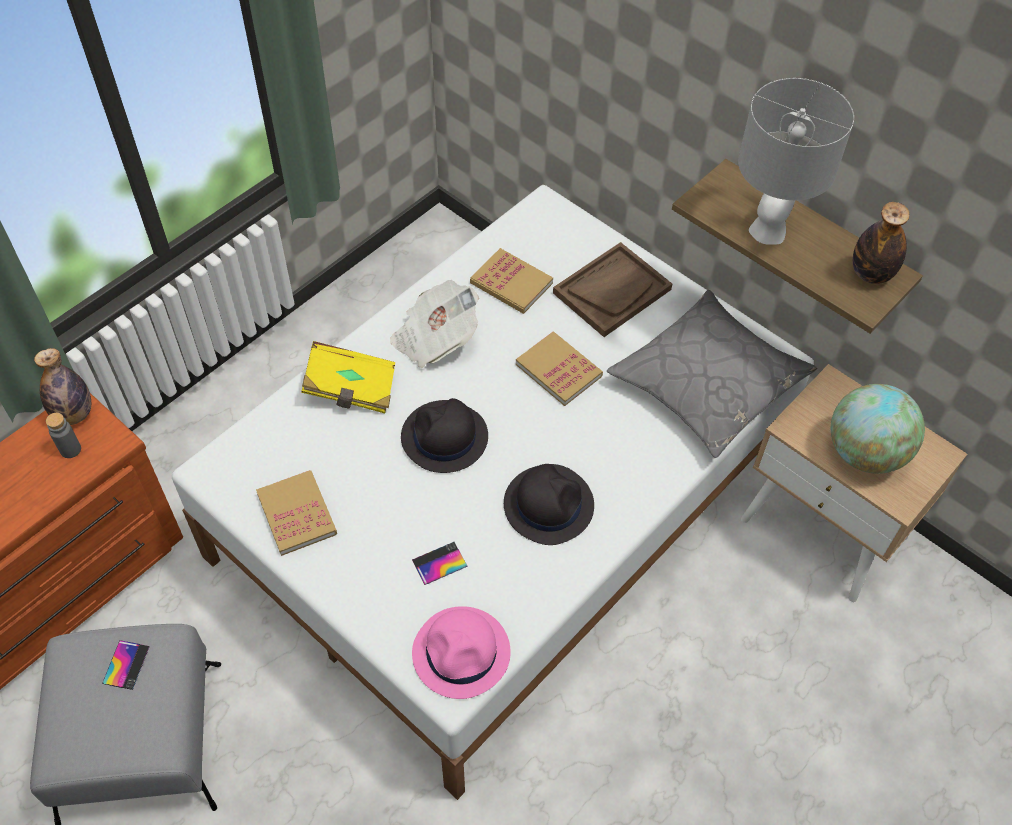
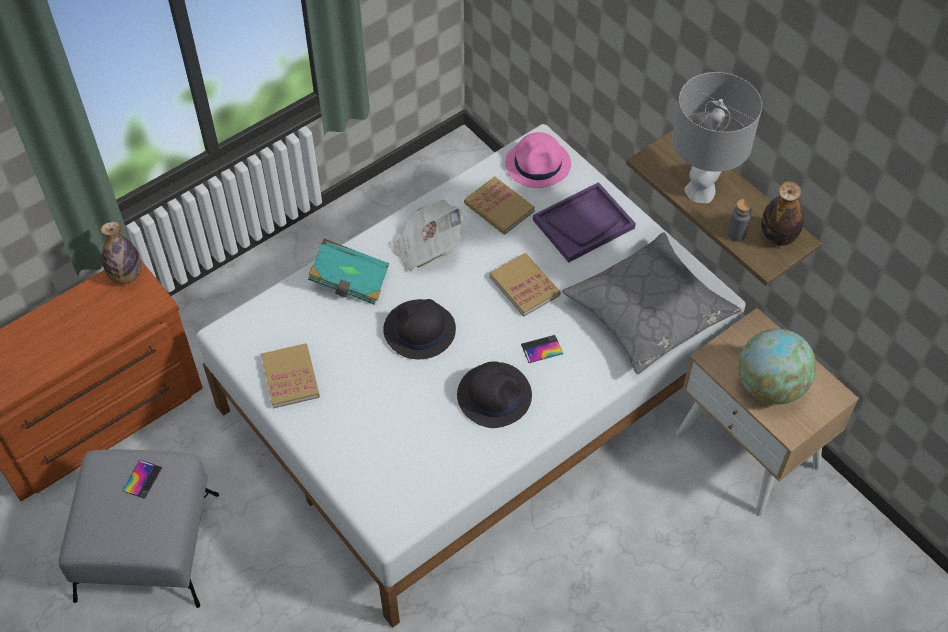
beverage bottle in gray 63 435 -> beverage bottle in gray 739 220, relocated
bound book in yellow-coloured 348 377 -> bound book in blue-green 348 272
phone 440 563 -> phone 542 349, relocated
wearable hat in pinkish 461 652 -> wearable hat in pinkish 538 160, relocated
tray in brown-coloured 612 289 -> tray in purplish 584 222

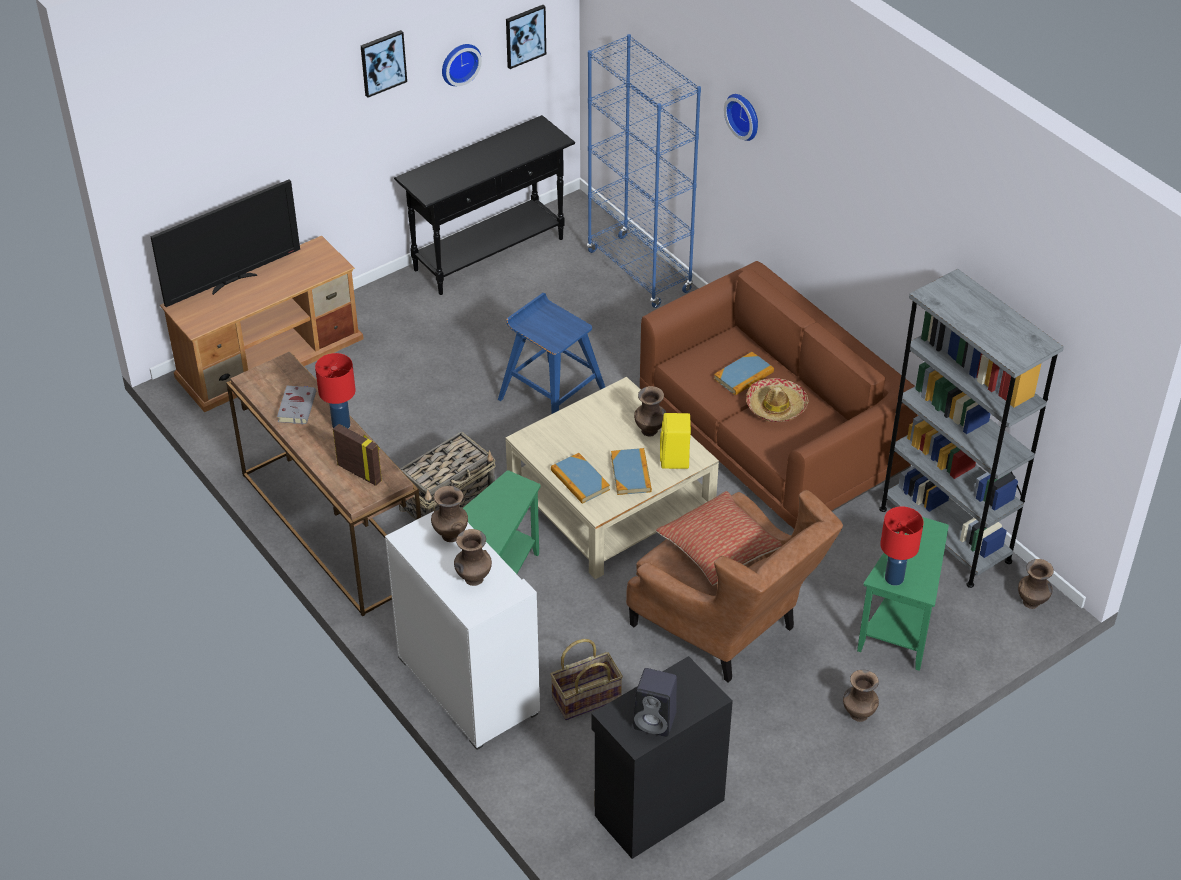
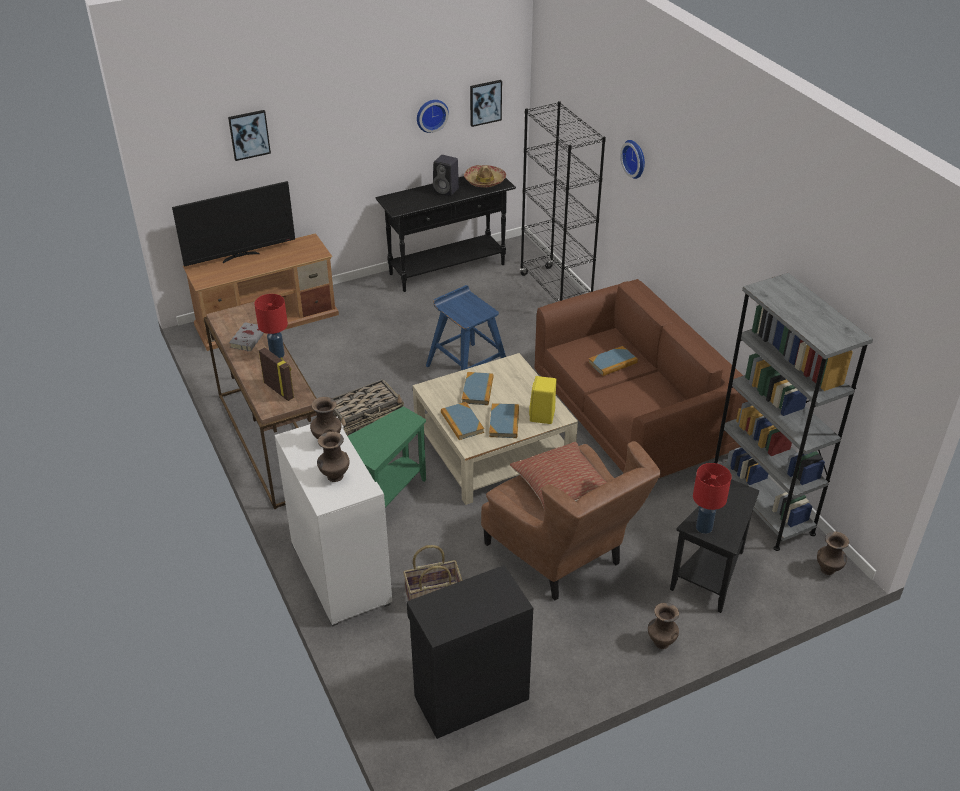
picture 384 64 -> picture 249 135, relocated
shelving unit in blue-coloured 644 171 -> shelving unit in black 563 201
speaker in black 655 702 -> speaker in black 446 175, relocated
vase in brown-coloured 650 411 -> none
wearable hat 777 400 -> wearable hat 485 176, relocated
end table in green 903 594 -> end table in black 714 546
none -> bound book 478 388

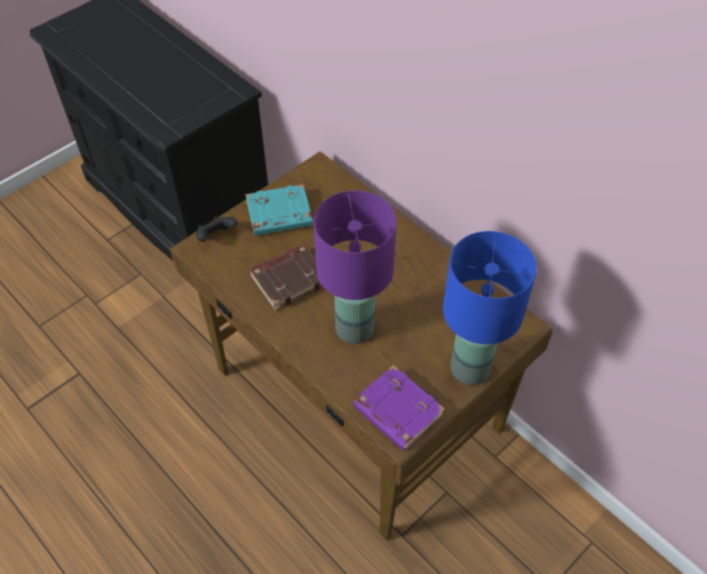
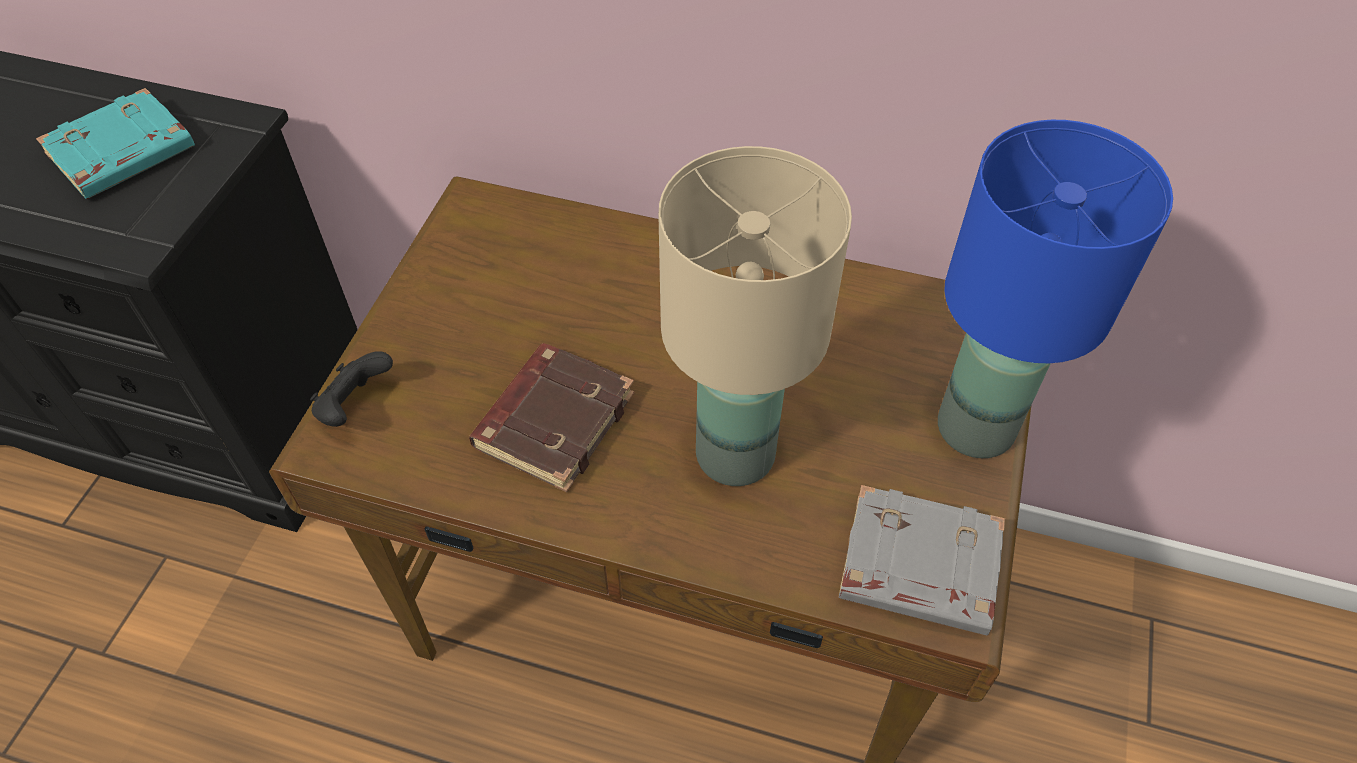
bound book in blue-green 279 210 -> bound book in blue-green 115 143, relocated
tabletop lamp in purplish 355 267 -> tabletop lamp in beige 755 316
bound book in purplish 399 408 -> bound book in gray 922 560

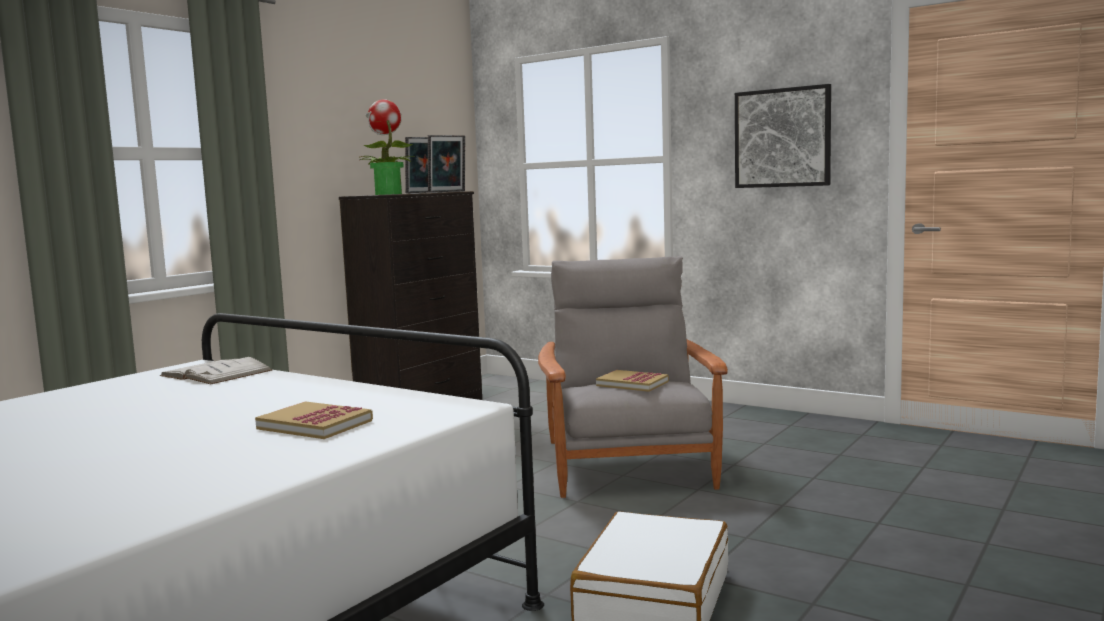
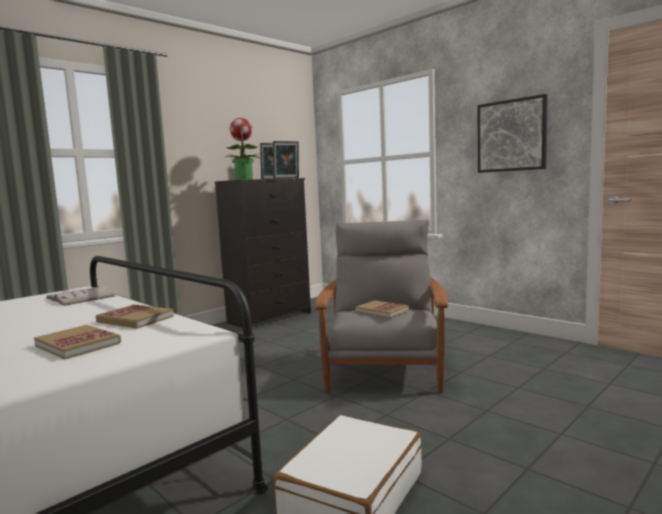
none -> bound book 135 316

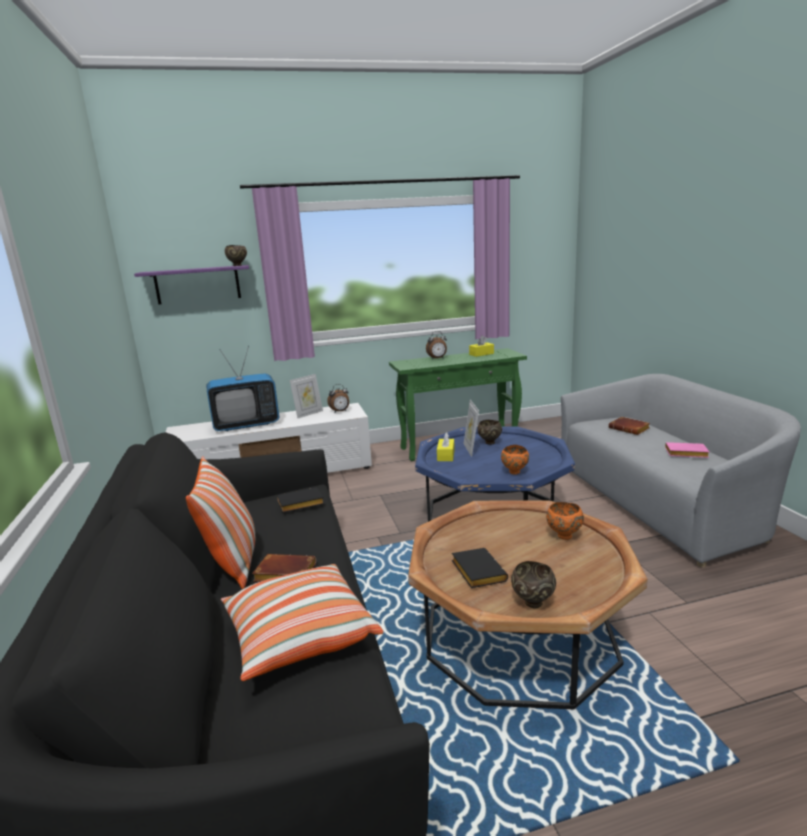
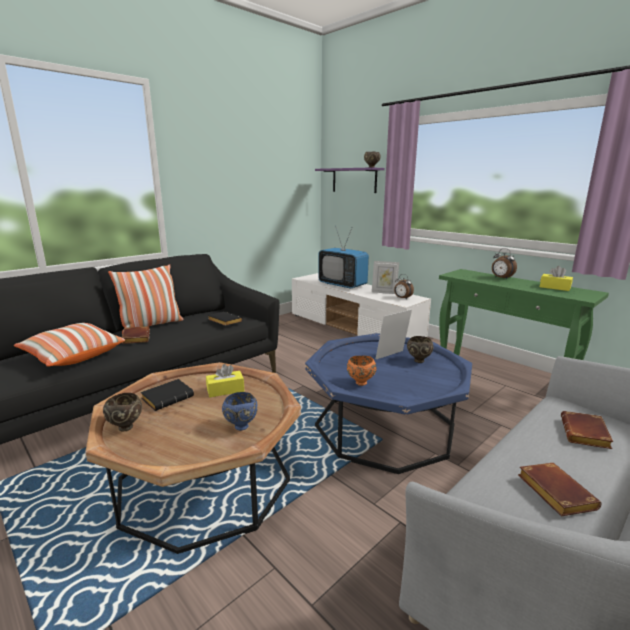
box of tissues in yellow-coloured 446 446 -> box of tissues in yellow-coloured 225 380, relocated
deep dish in orange 565 521 -> deep dish in blue-coloured 240 411
bound book in pinkish 687 450 -> bound book in brown-coloured 560 490

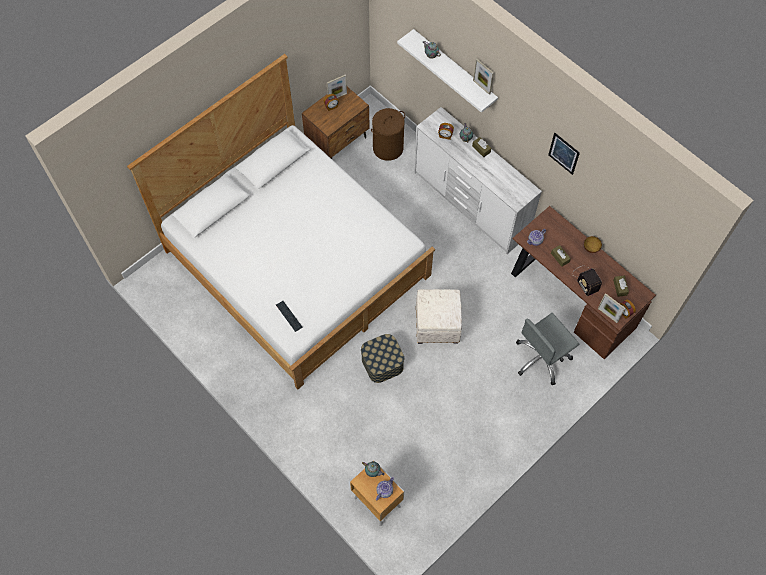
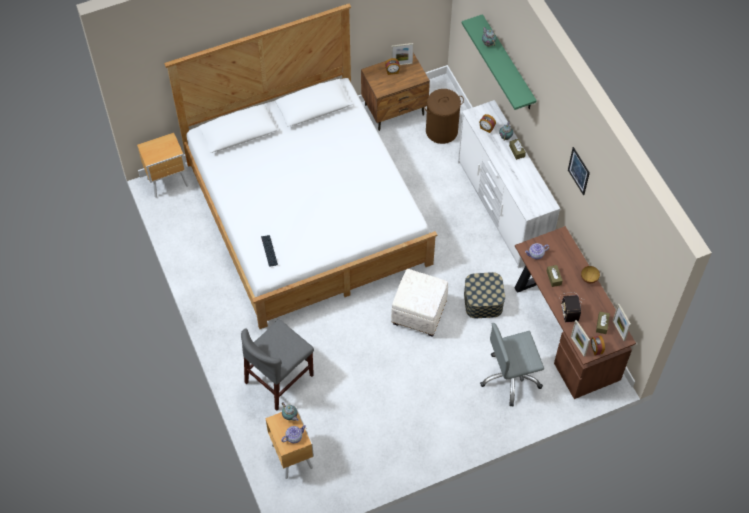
storage bin 382 358 -> storage bin 484 295, relocated
shelf in whitish 447 71 -> shelf in green 499 62
standing frame 483 77 -> standing frame 622 322, relocated
none -> nightstand in brown-coloured 163 165
none -> upright chair in gray 277 365

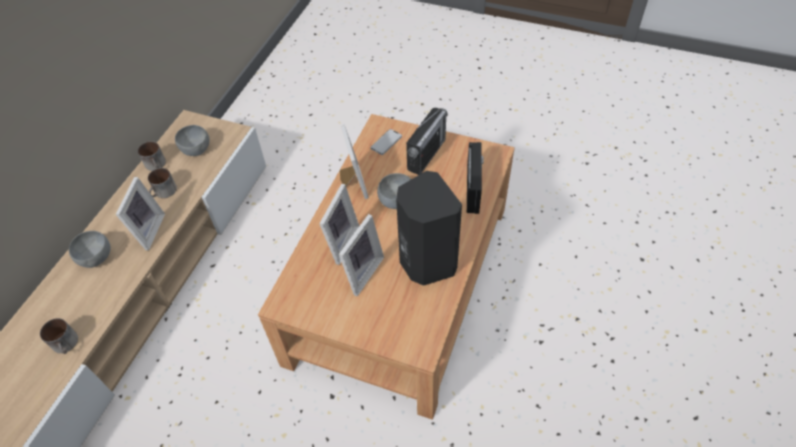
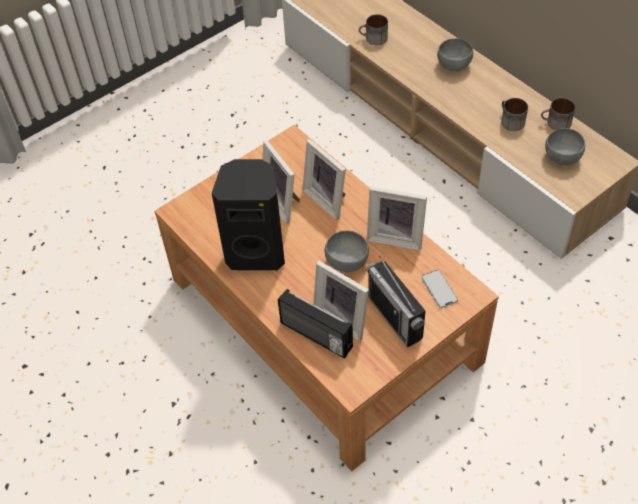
standing frame 140 214 -> standing frame 341 301, relocated

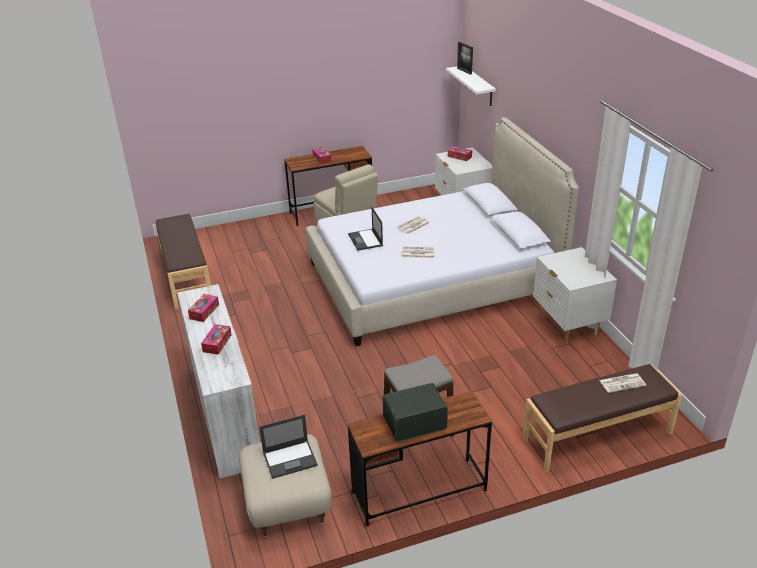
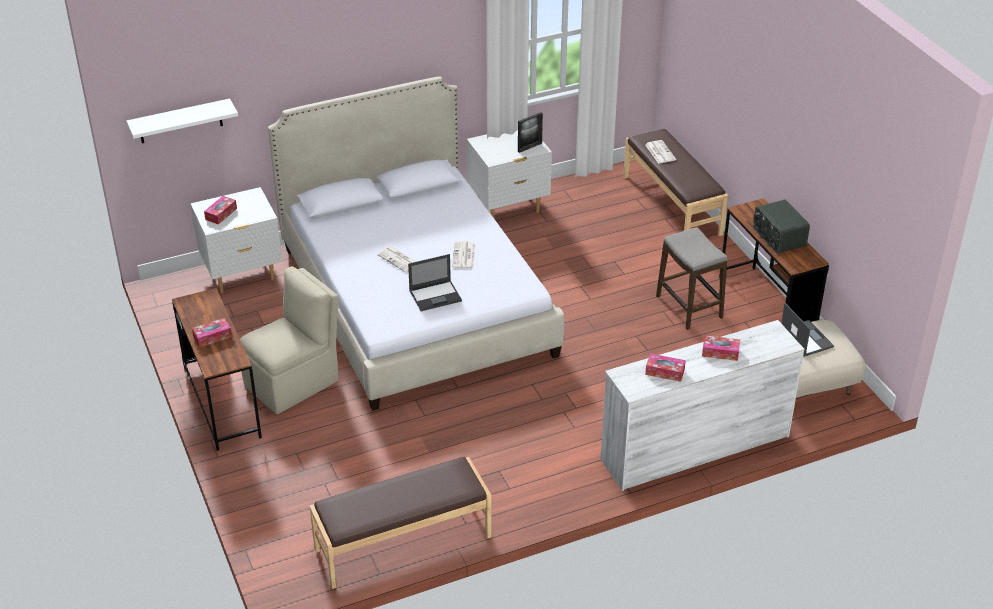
standing frame 465 58 -> standing frame 530 132, relocated

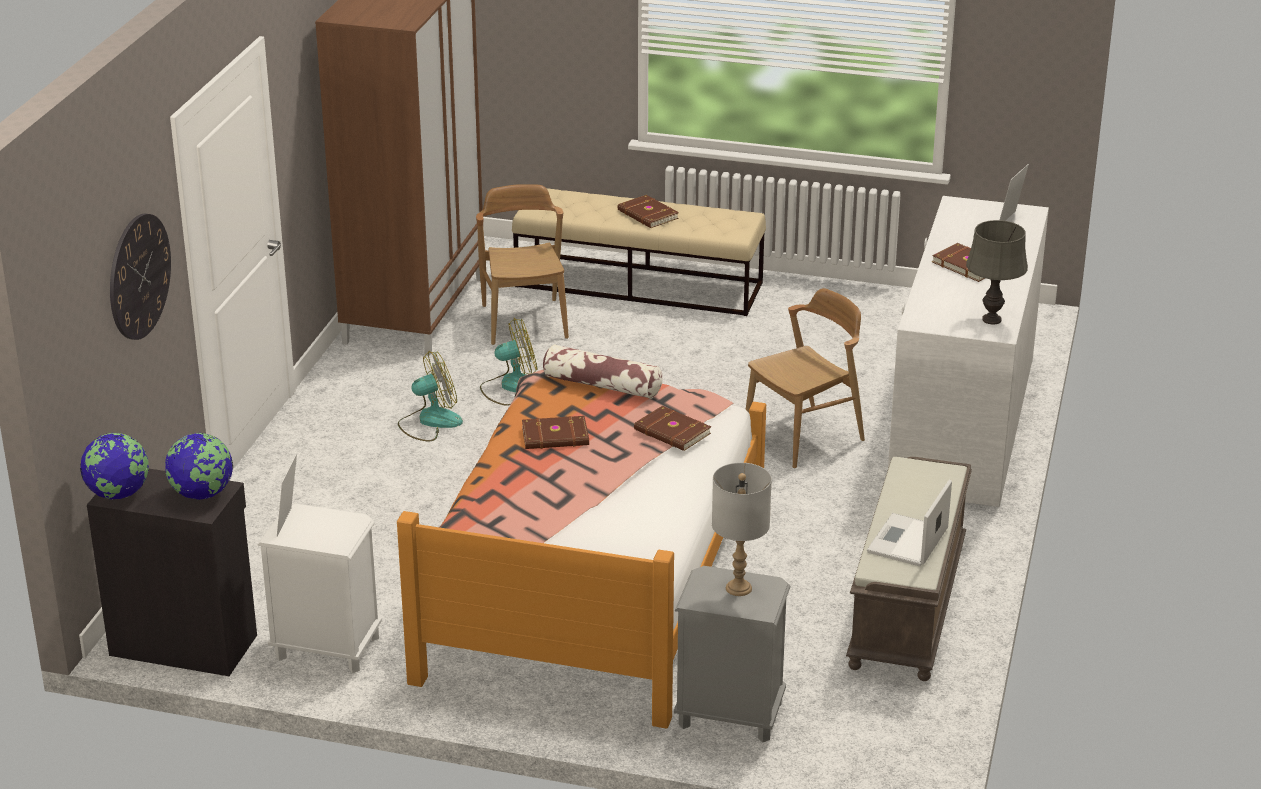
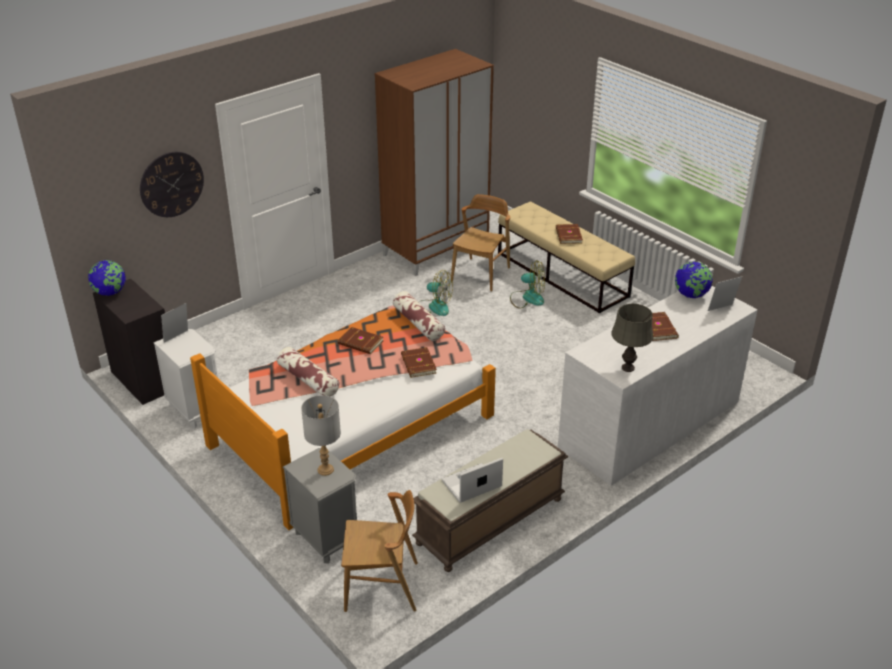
world globe 199 466 -> world globe 694 279, relocated
fan 430 396 -> fan 527 284, relocated
upright chair in brown-coloured 805 378 -> upright chair in brown-coloured 379 551, relocated
none -> pillow 308 372

